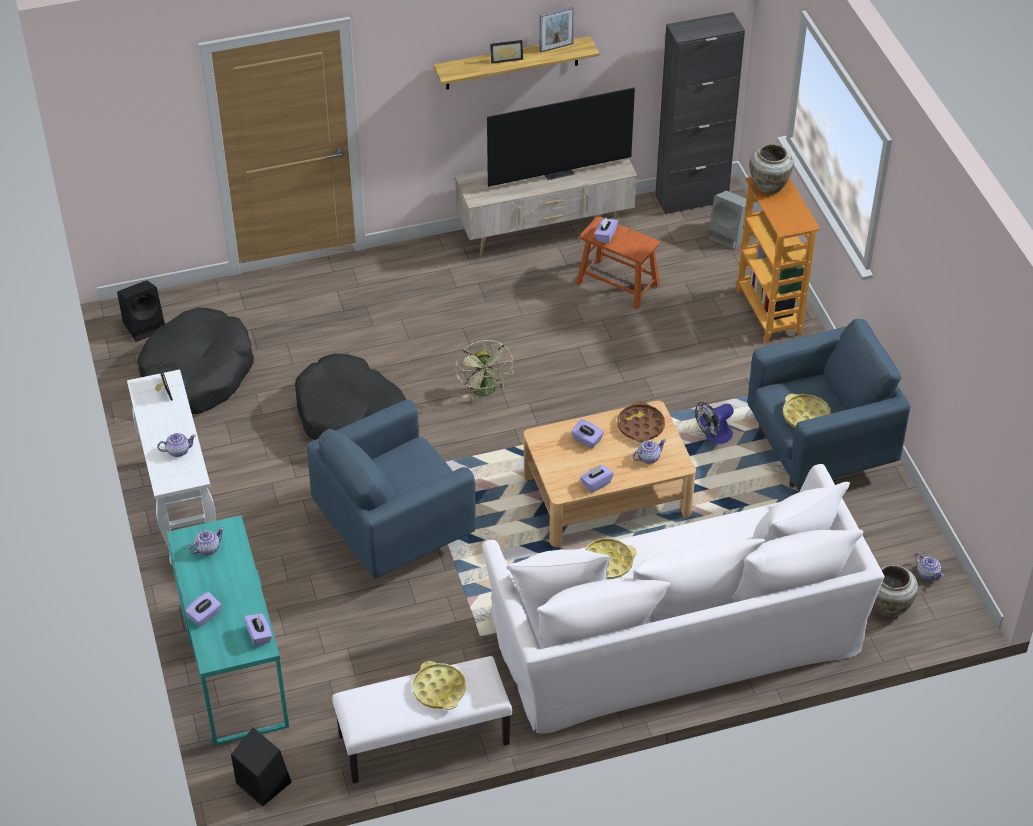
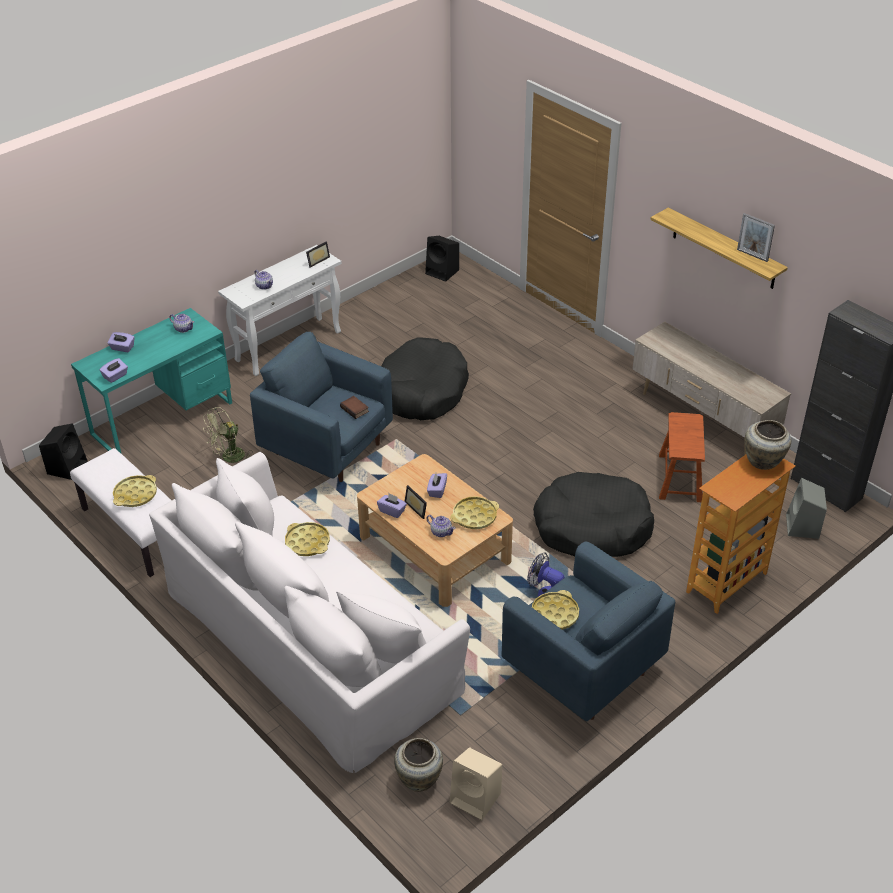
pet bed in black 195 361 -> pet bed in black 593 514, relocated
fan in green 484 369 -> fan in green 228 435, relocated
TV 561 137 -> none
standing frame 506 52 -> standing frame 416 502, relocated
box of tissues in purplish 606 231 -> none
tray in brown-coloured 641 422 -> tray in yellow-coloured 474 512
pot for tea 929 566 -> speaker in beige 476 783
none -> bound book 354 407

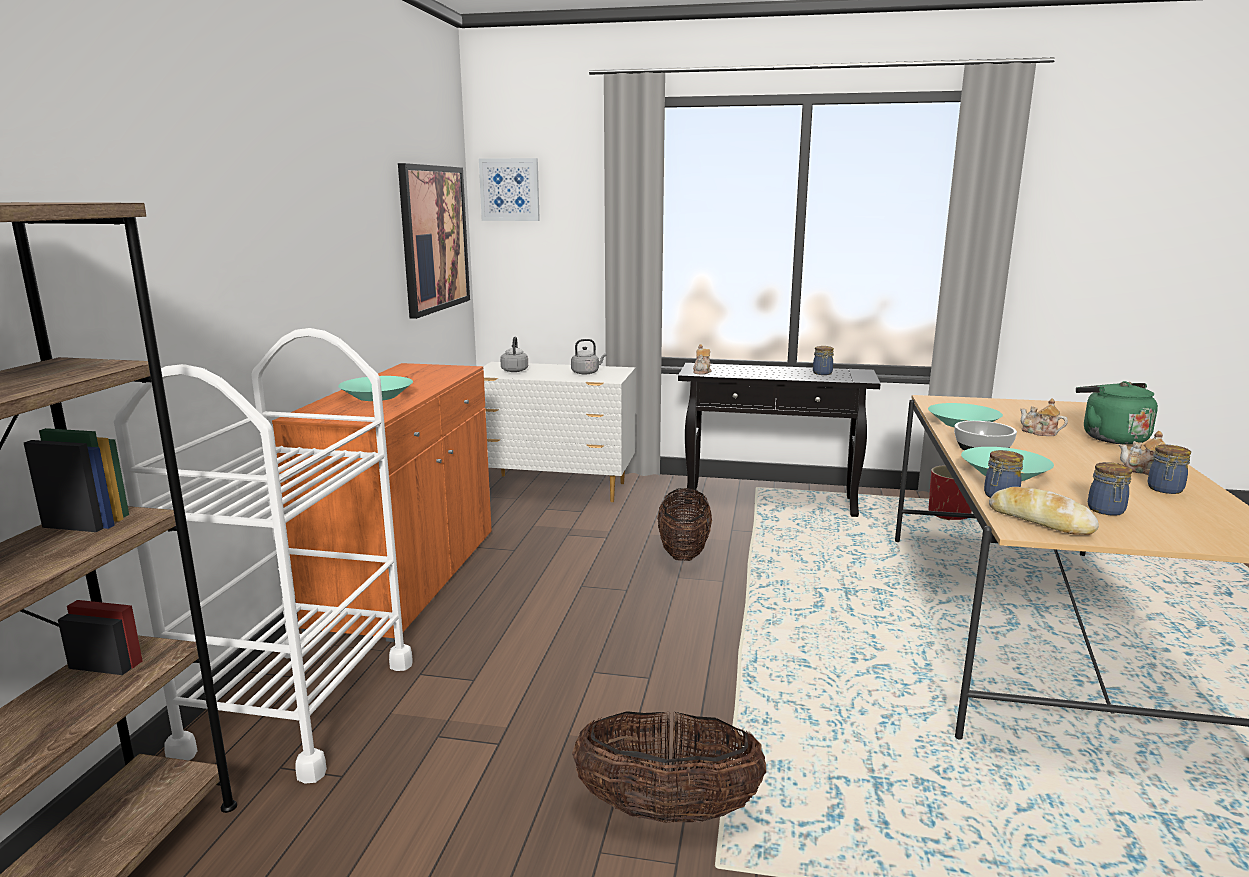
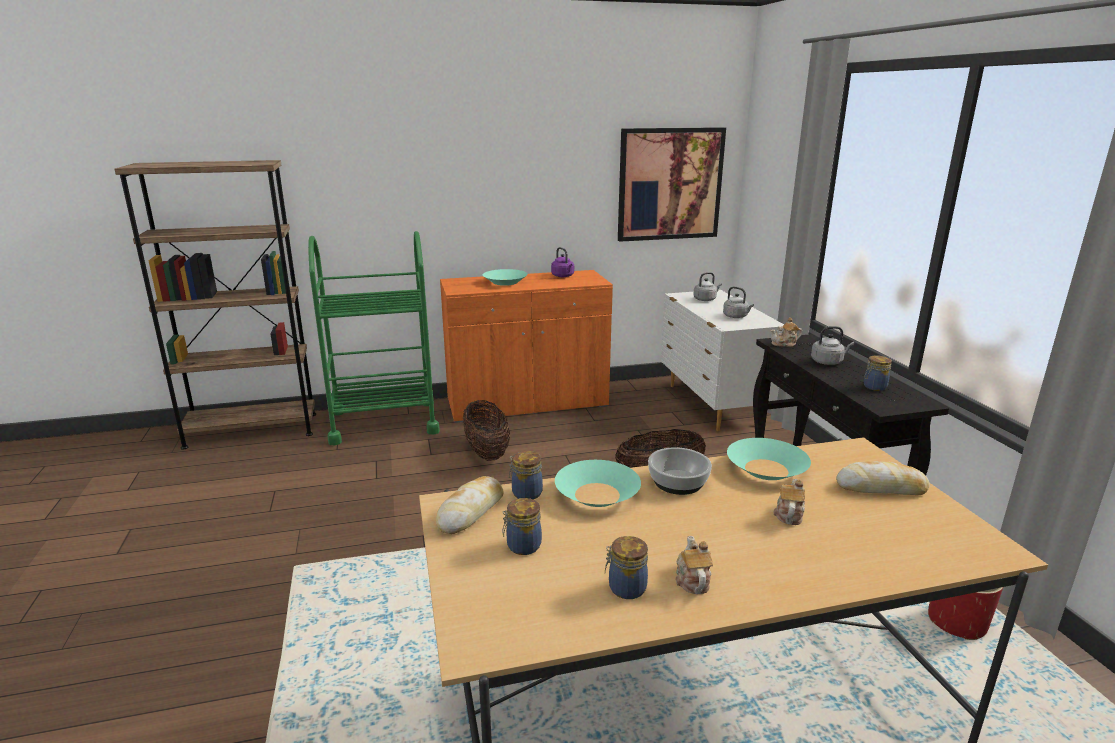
cart in whitish 263 556 -> cart in green 374 338
picture 509 189 -> none
household basket 669 767 -> household basket 486 430, relocated
water kettle in green 1117 413 -> none
none -> water kettle in purplish 562 262
none -> water kettle in gray 832 345
none -> bread 883 478

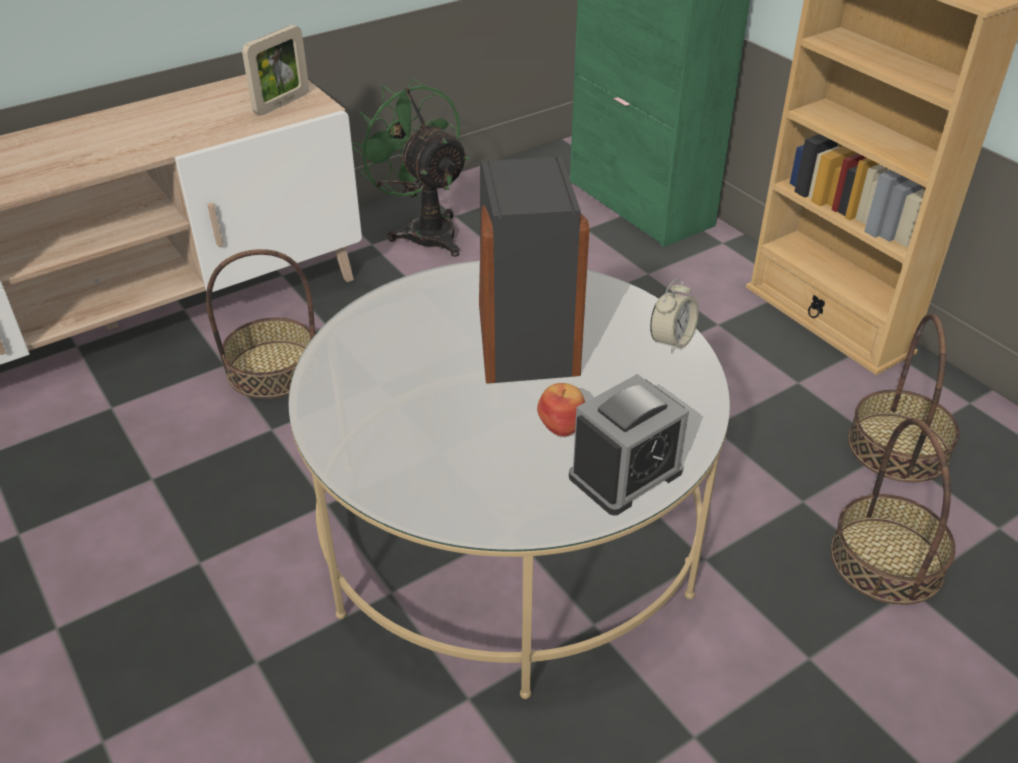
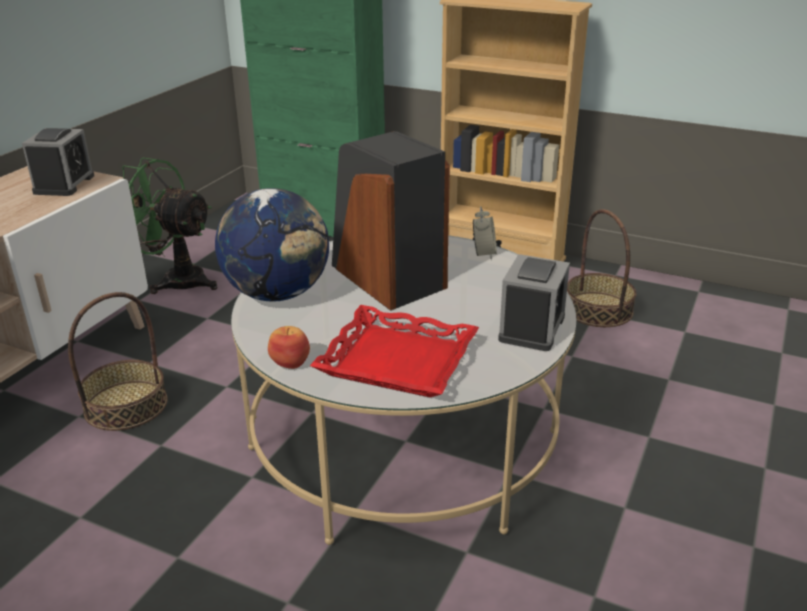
standing frame 275 70 -> table clock 58 162
whole apple 561 409 -> whole apple 289 347, relocated
household basket 893 511 -> none
none -> world globe 272 245
none -> tray in red-coloured 394 351

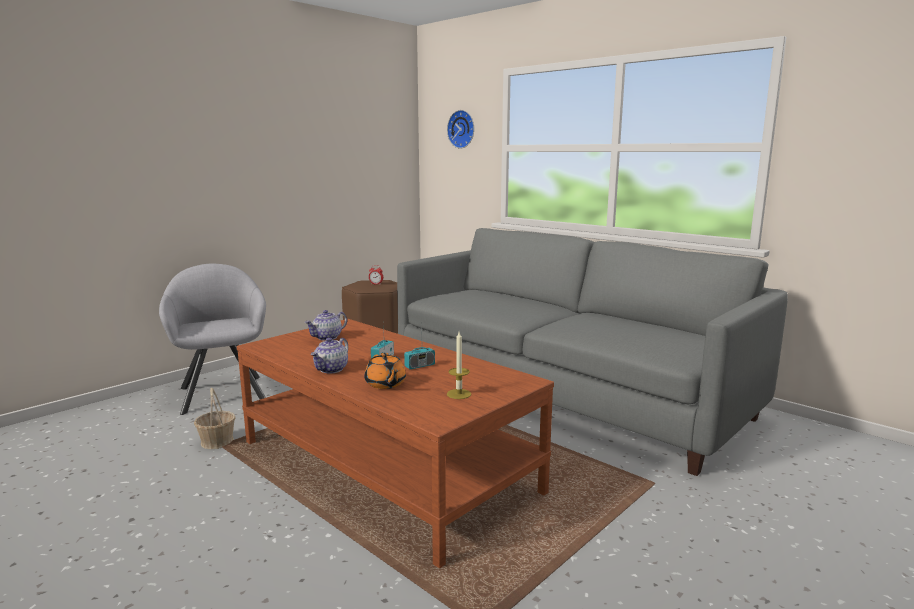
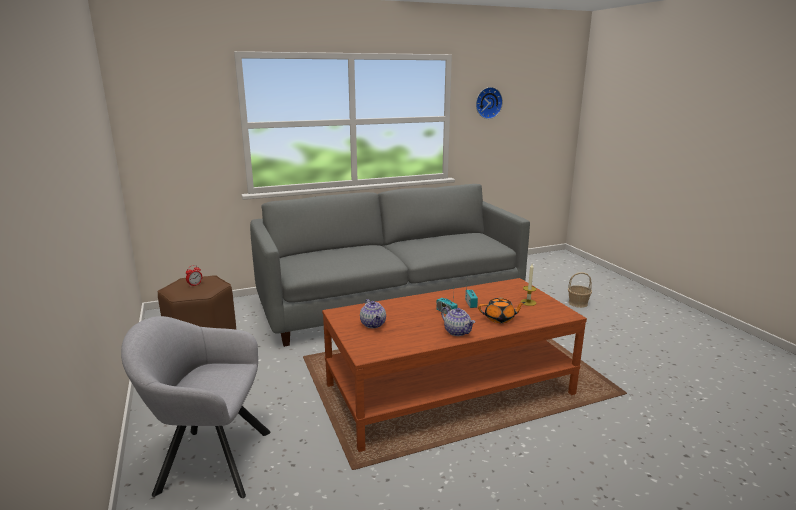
household basket 215 418 -> household basket 580 290, relocated
hanging clock 460 129 -> hanging clock 489 103, relocated

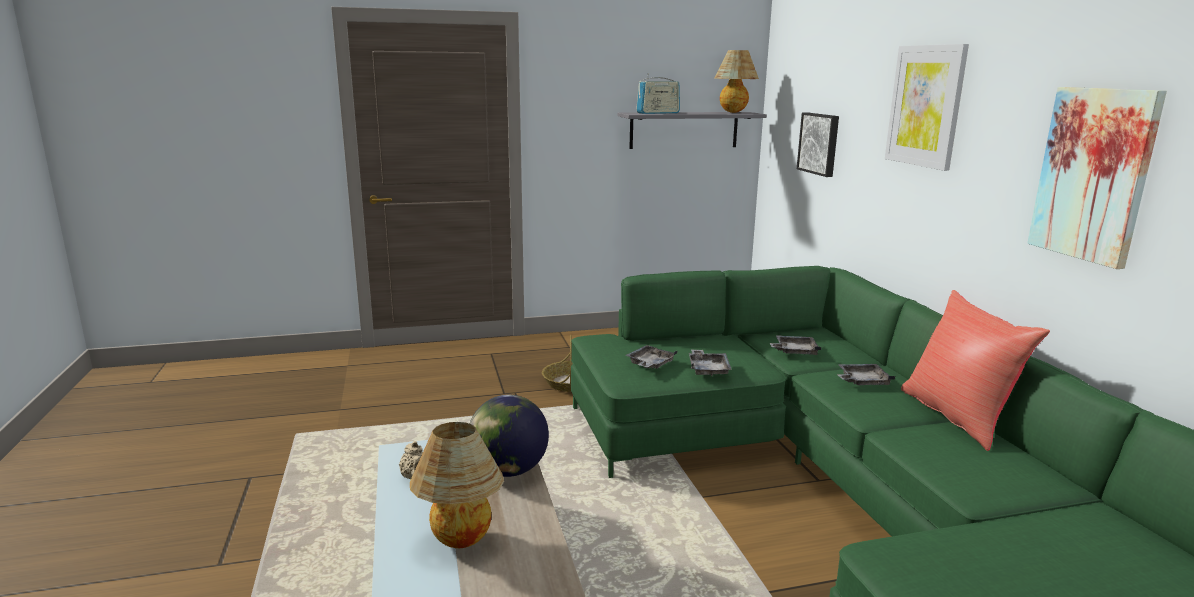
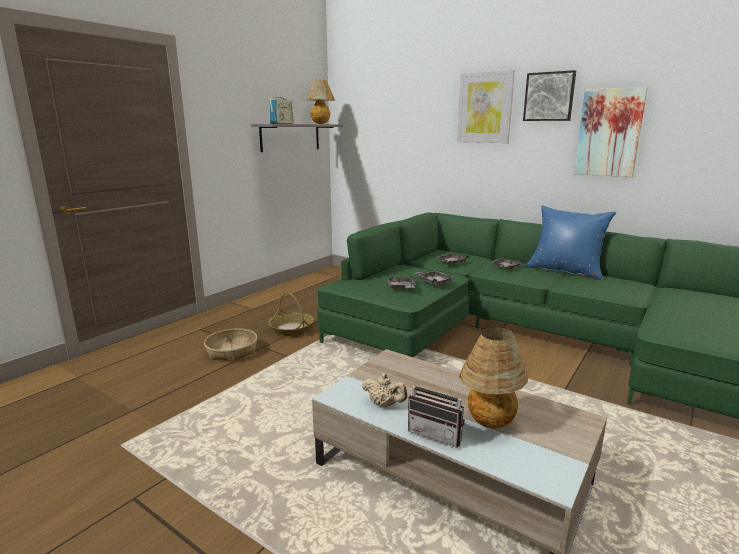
world globe 509 436 -> none
picture 818 144 -> picture 549 95, relocated
pillow in red-coloured 975 370 -> pillow in blue-coloured 571 242
none -> household basket 230 345
none -> radio set 436 409

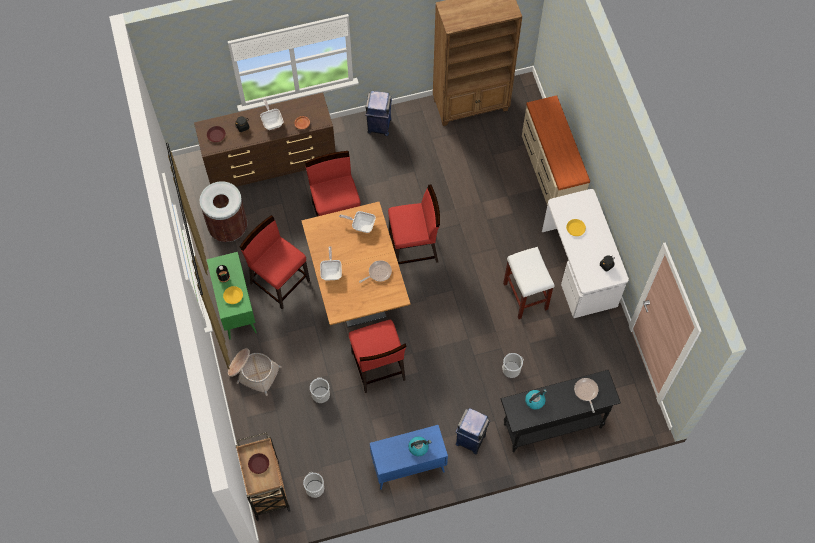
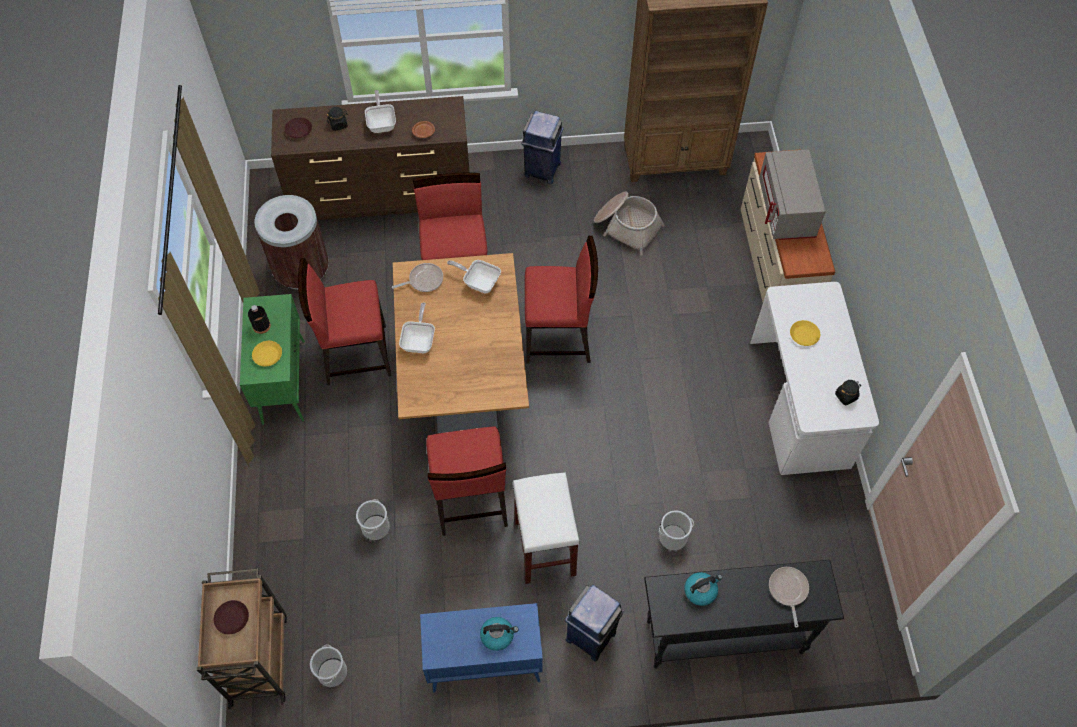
household basket 255 372 -> household basket 629 224, relocated
upright chair in red-coloured 275 262 -> upright chair in red-coloured 345 321, 60 degrees counterclockwise
pan 375 271 -> pan 417 277, relocated
stool seat in whitish 529 283 -> stool seat in whitish 546 528, relocated
none -> kitchen microwave in gray 792 194

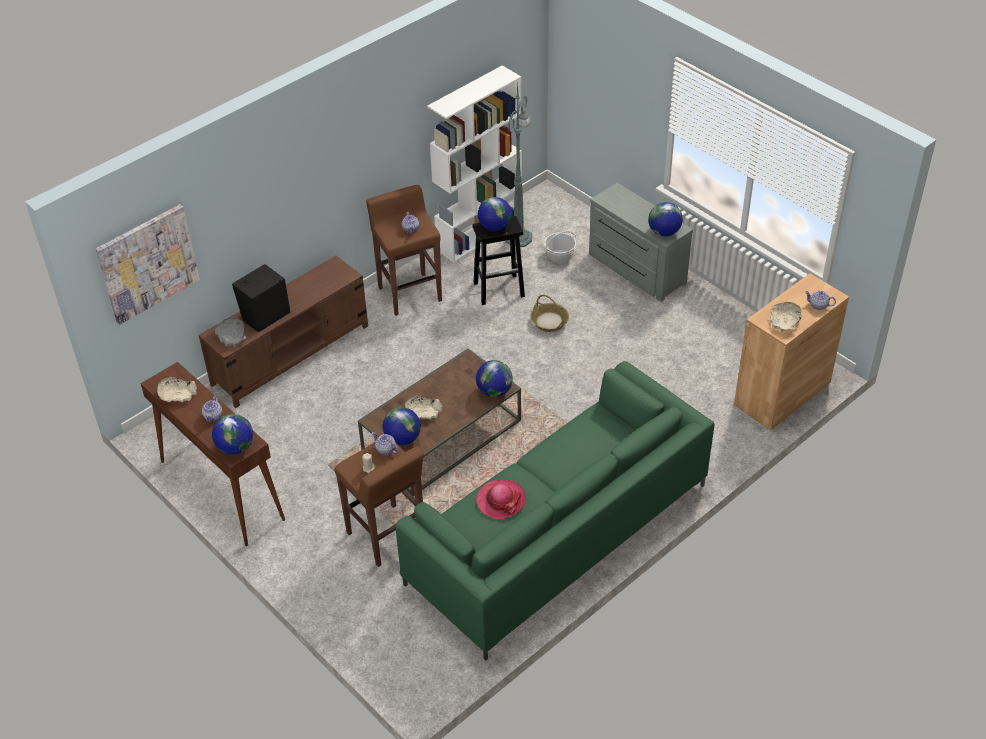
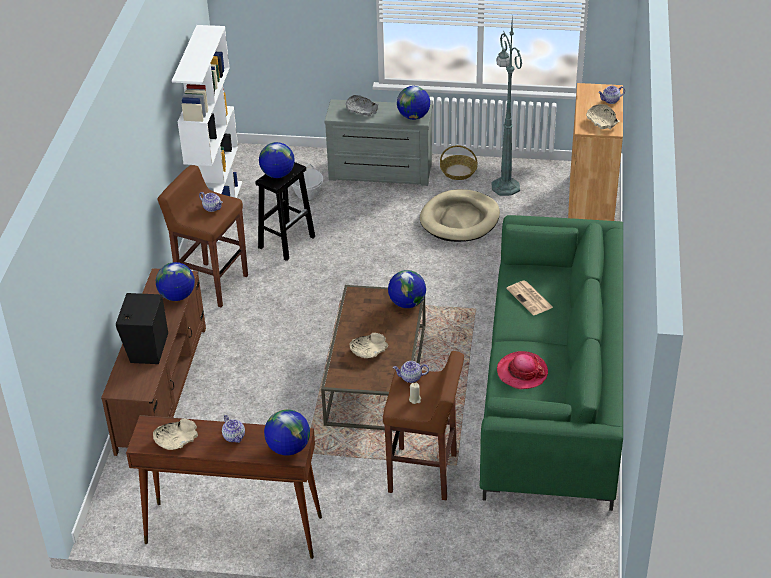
picture 148 264 -> none
deep dish in gray 231 332 -> deep dish in gray 362 105, relocated
world globe 402 426 -> world globe 175 281, relocated
floor lamp in green 518 163 -> floor lamp in green 506 107, relocated
household basket 549 313 -> household basket 459 162, relocated
none -> pet bed in beige 460 215
none -> printed paper 529 298

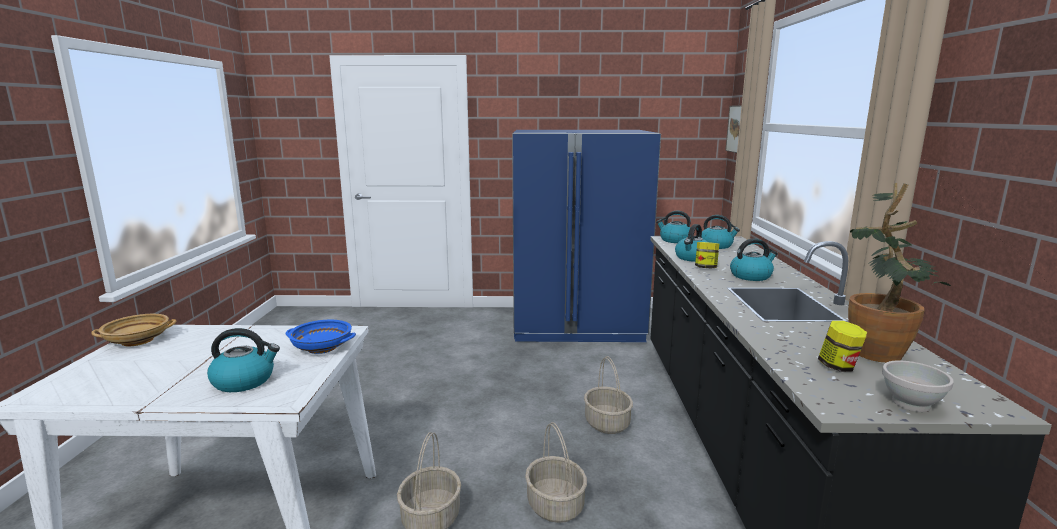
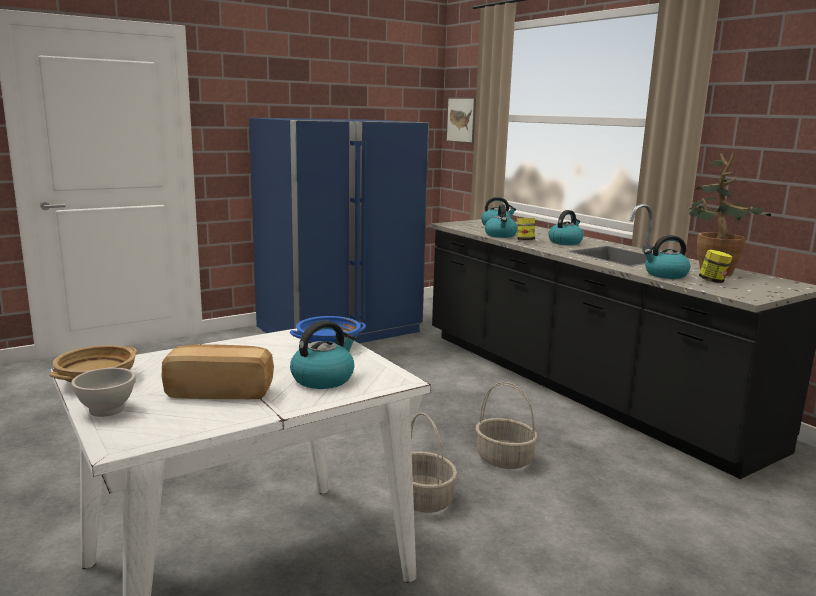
household basket 608 395 -> none
water kettle 673 227 -> water kettle 667 257, relocated
deep dish in whitish 918 386 -> deep dish in whitish 103 392, relocated
none -> bread 218 371

